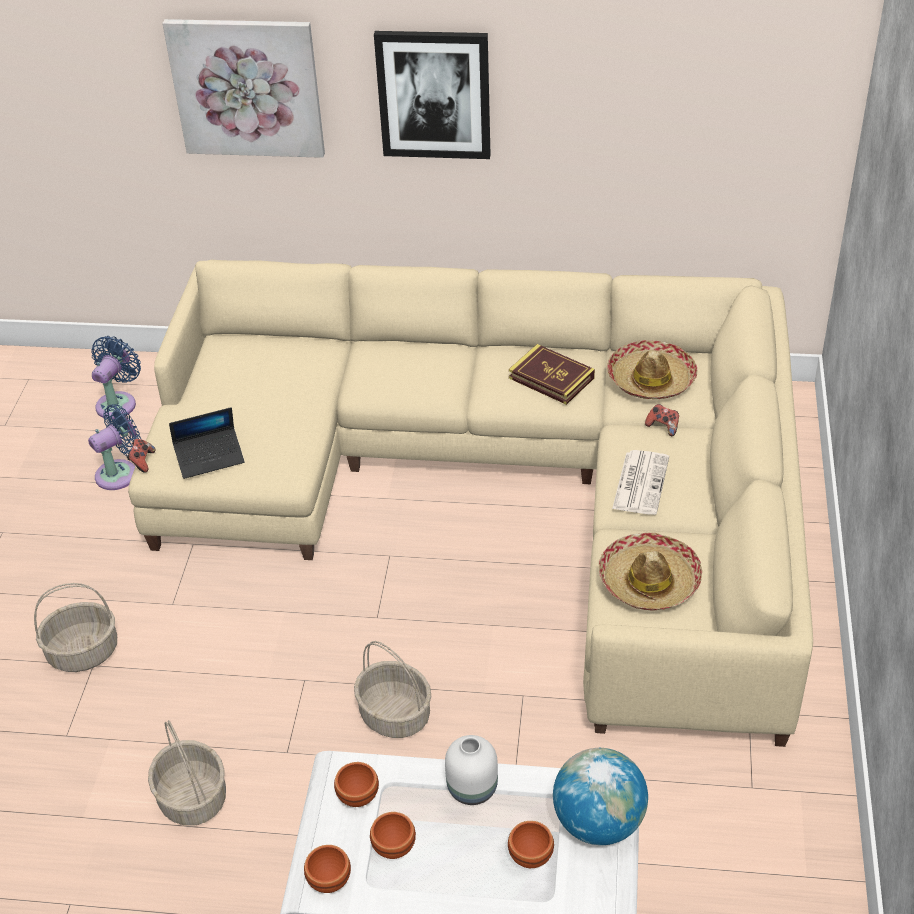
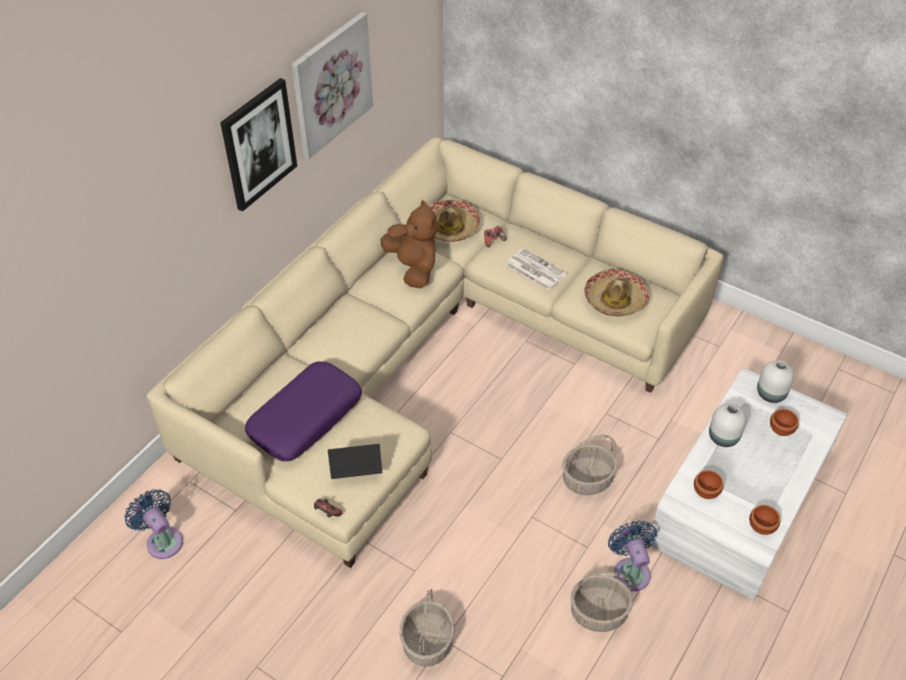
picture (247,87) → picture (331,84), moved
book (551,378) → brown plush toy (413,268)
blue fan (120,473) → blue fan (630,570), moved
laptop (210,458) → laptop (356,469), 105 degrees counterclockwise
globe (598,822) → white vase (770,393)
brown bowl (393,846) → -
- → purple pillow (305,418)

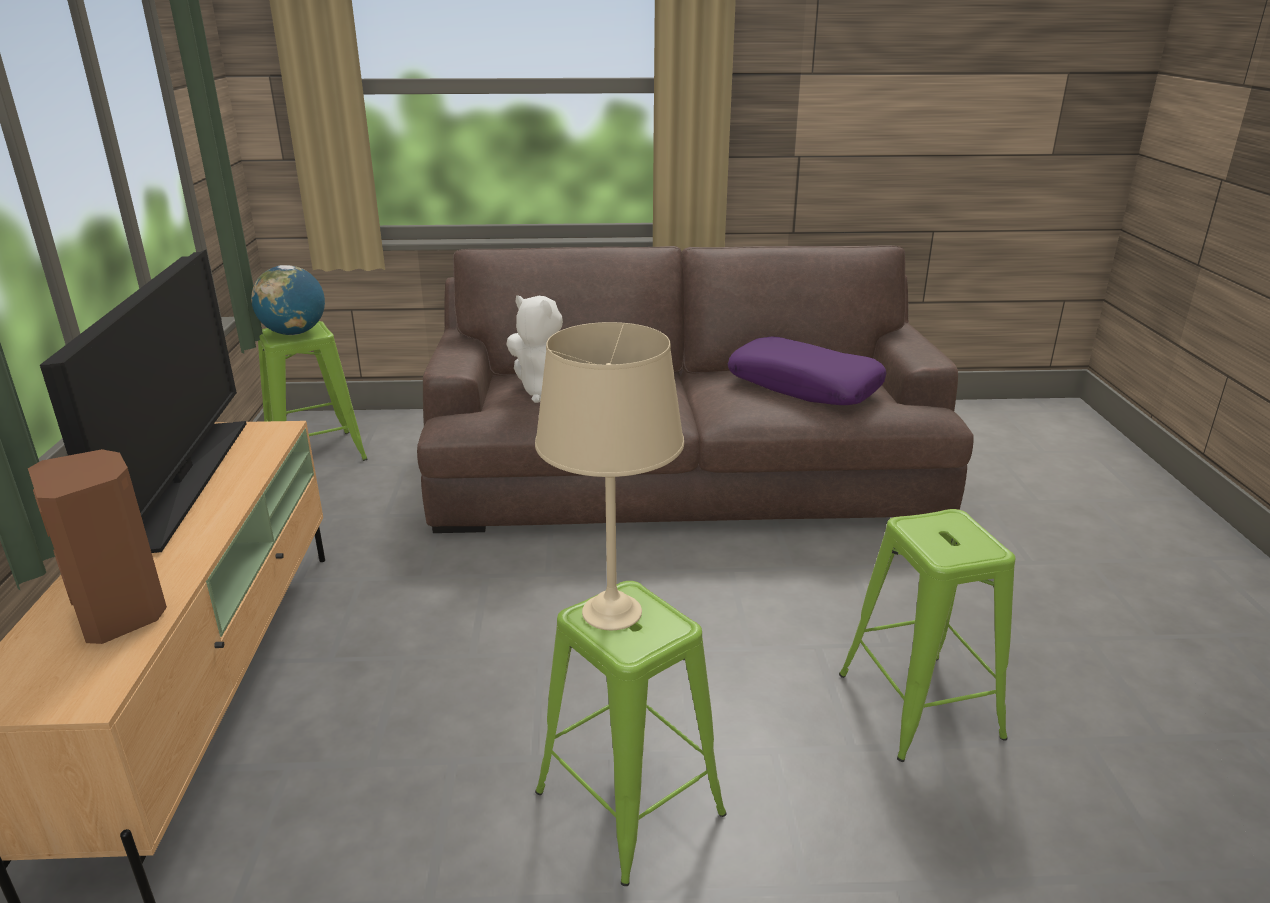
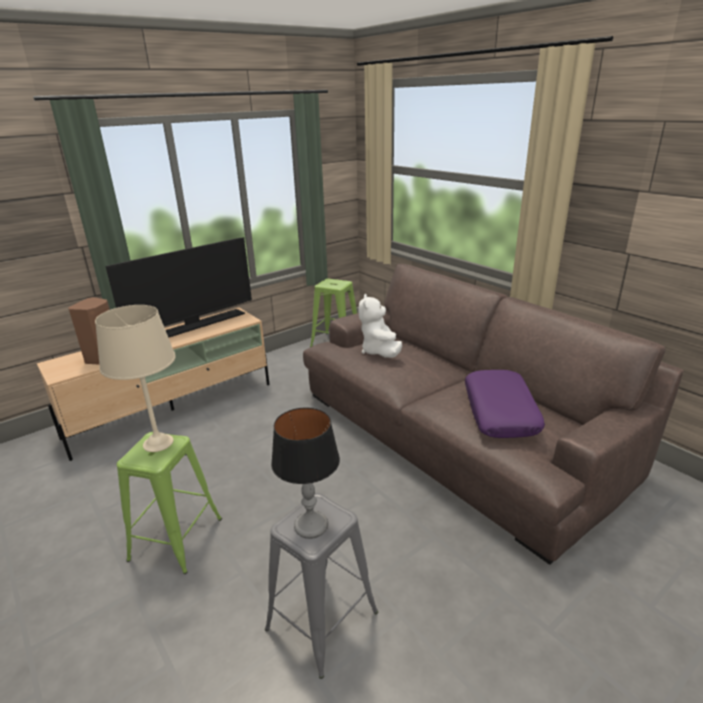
globe (294,333) → -
green stool (918,704) → grey stool (323,620)
- → table lamp (311,526)

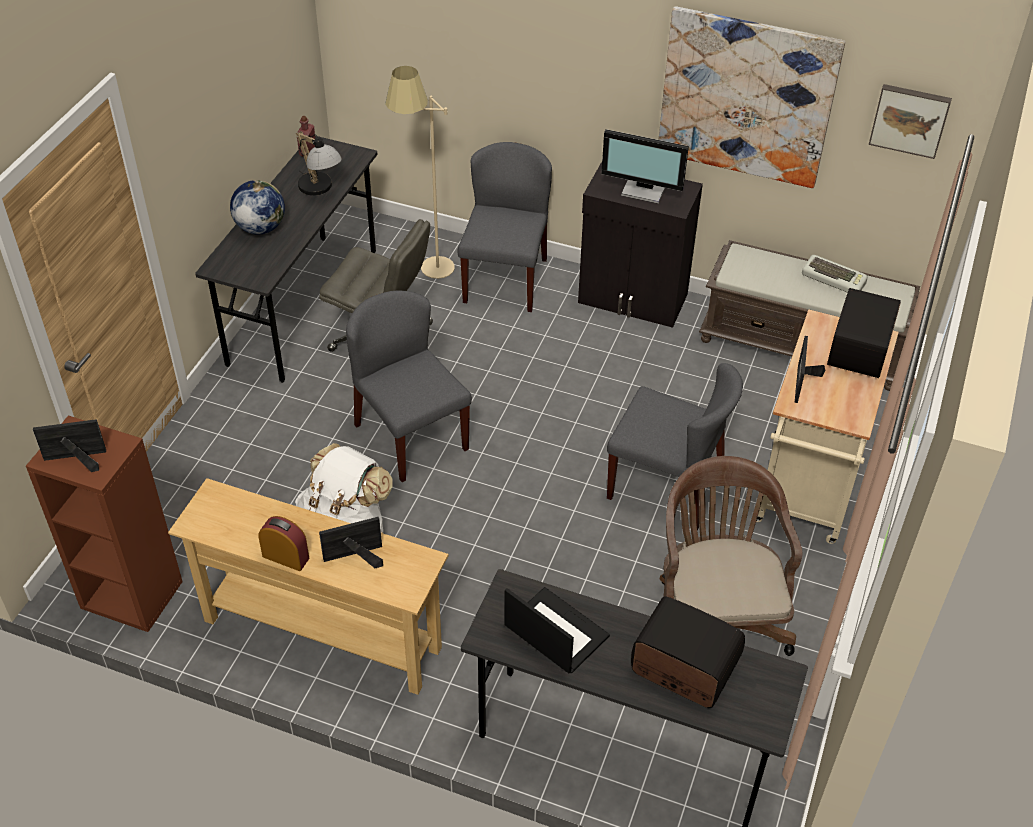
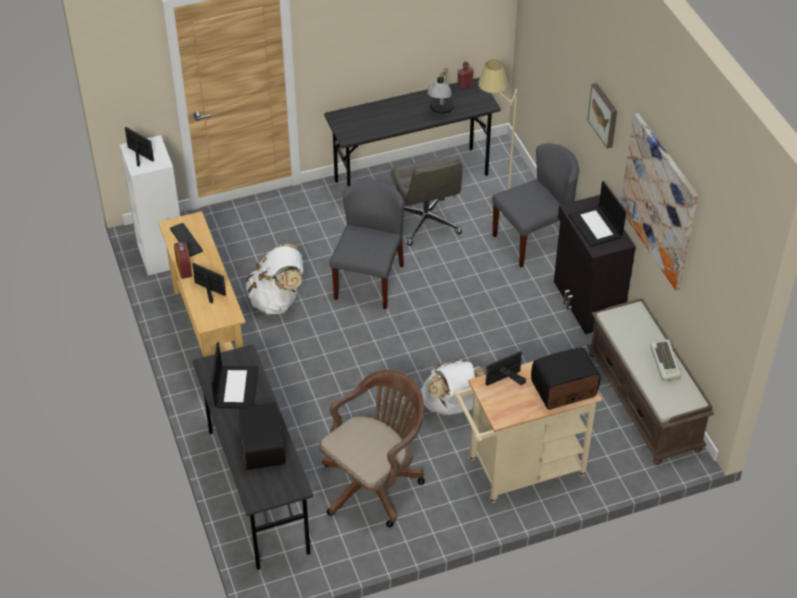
picture (910,119) → picture (604,115), moved
monitor (644,190) → laptop (596,226)
globe (260,228) → -
grey chair (666,486) → white backpack (453,406)
brown bookcase (130,595) → white bookcase (161,254)
- → keyboard (186,240)

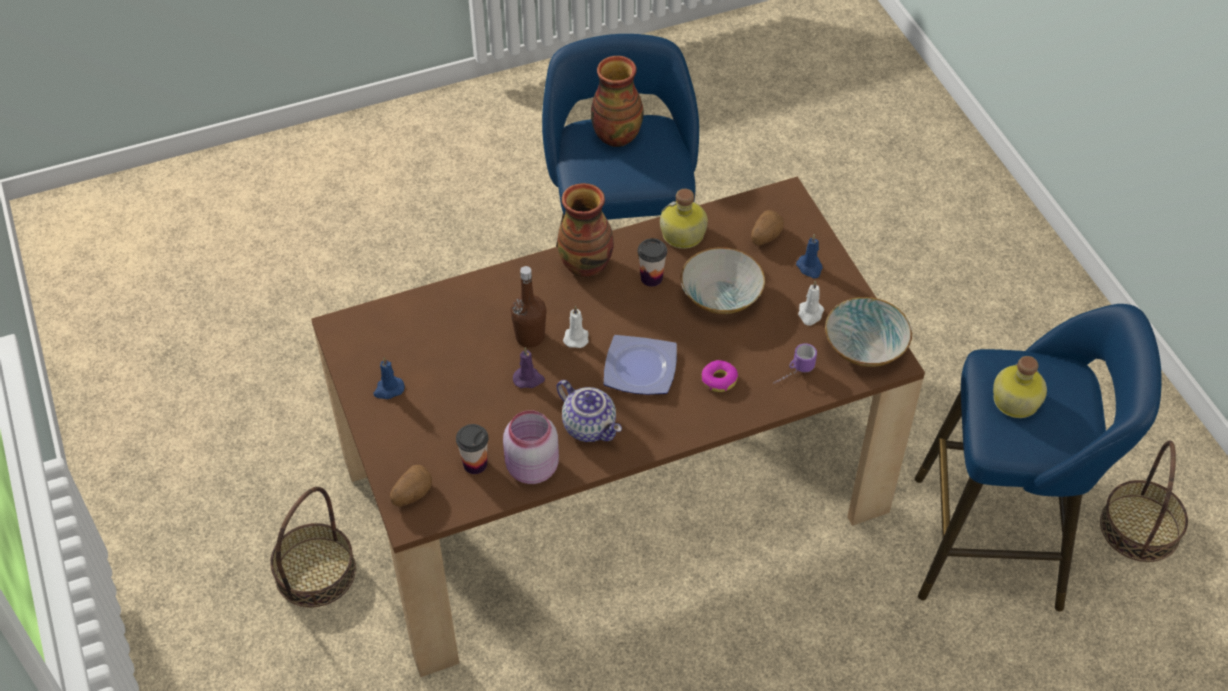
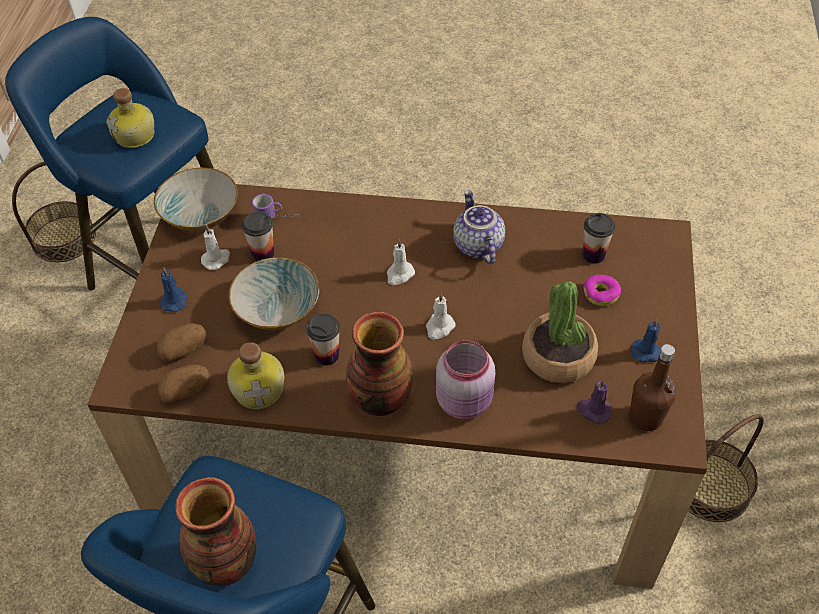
brown bottle (530,337) → brown bottle (645,417), moved
plate (641,368) → white candle (399,274)
purple candle (529,379) → purple candle (593,410), moved
donut (719,380) → donut (601,294), moved
pink jar (531,468) → pink jar (465,401), moved
potato (411,494) → potato (186,390), moved
- → cup (263,253)
- → potted plant (558,356)

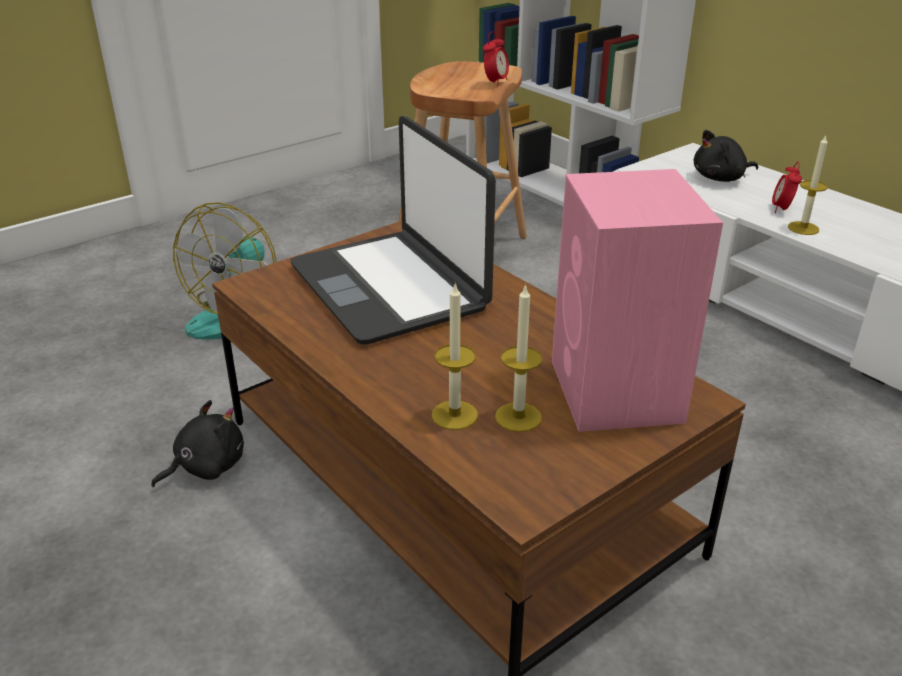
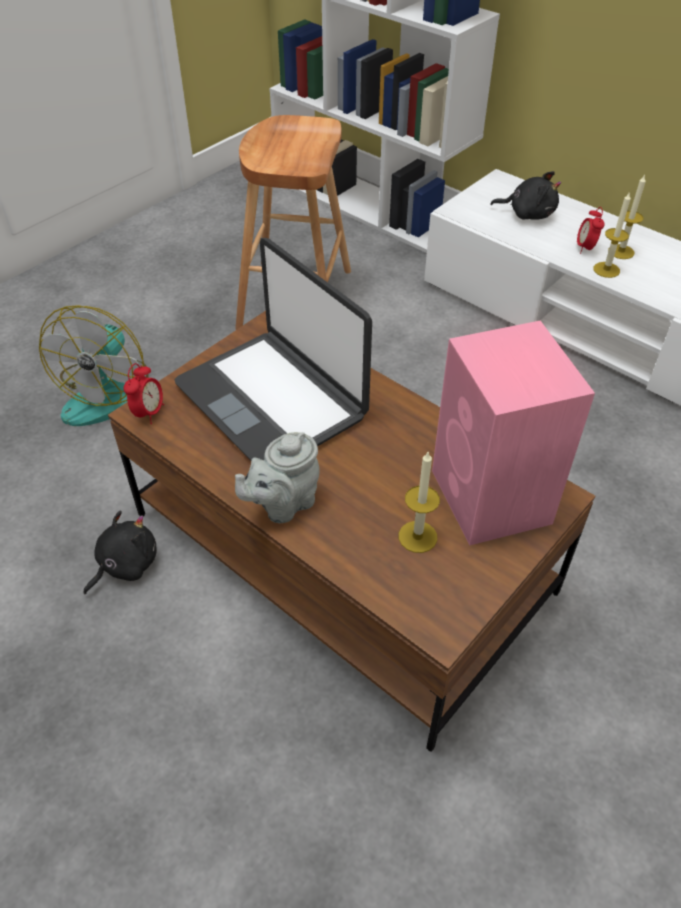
alarm clock (495,82) → alarm clock (149,413), moved
black plush toy (721,178) → black plush toy (528,214), 135 degrees counterclockwise
candle (454,415) → candle (621,251), moved
- → grey teapot (283,504)

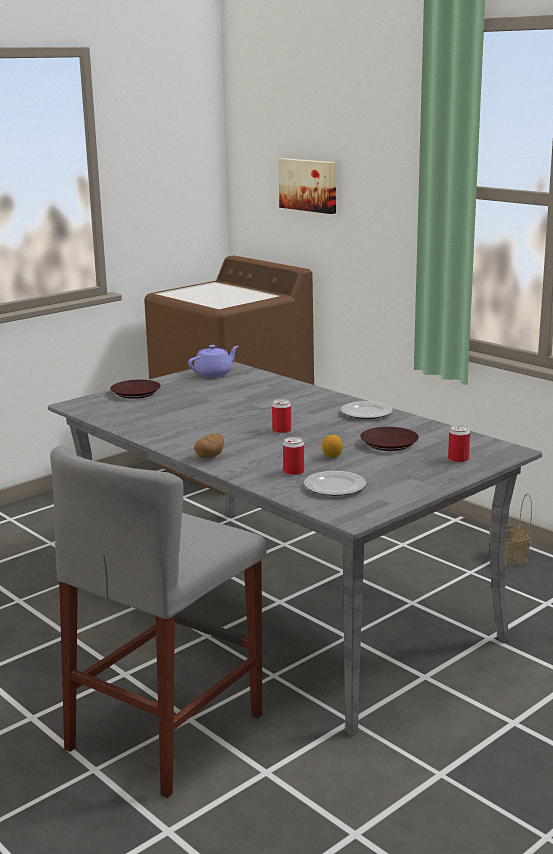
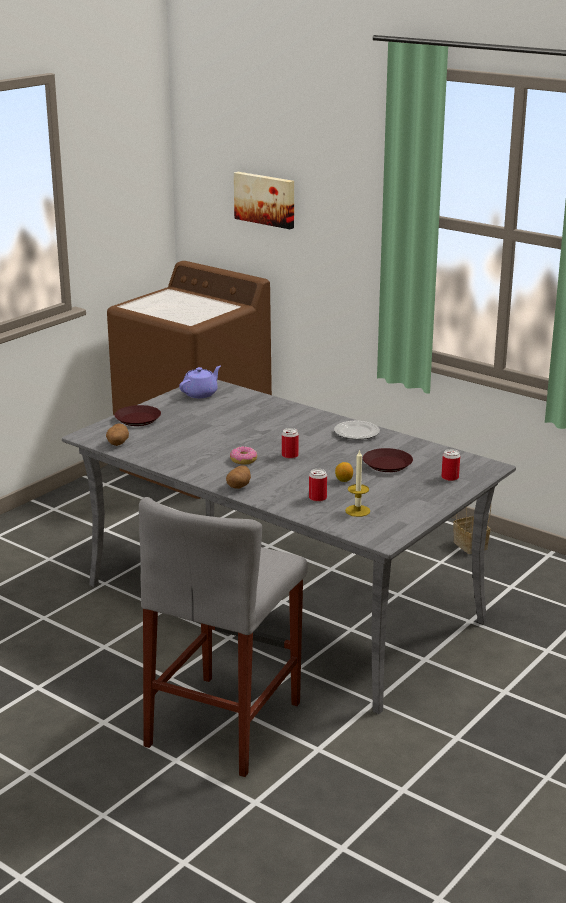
plate (335,487) → candle (357,511)
- → potato (117,443)
- → donut (243,460)

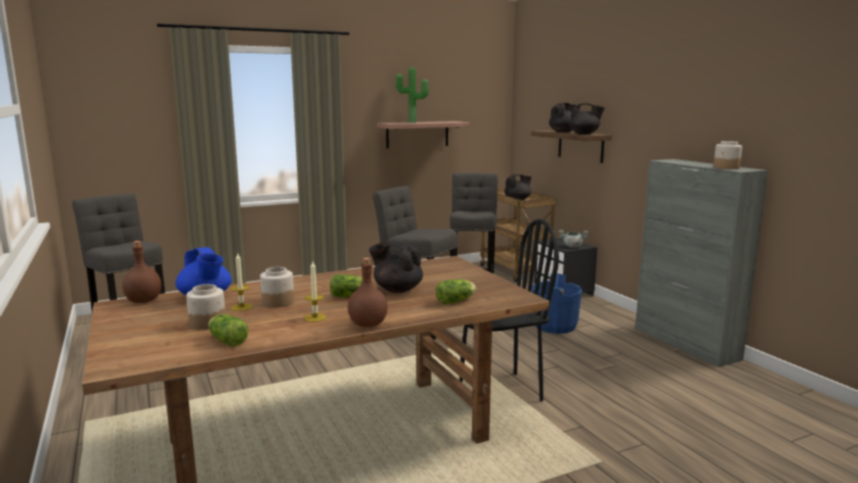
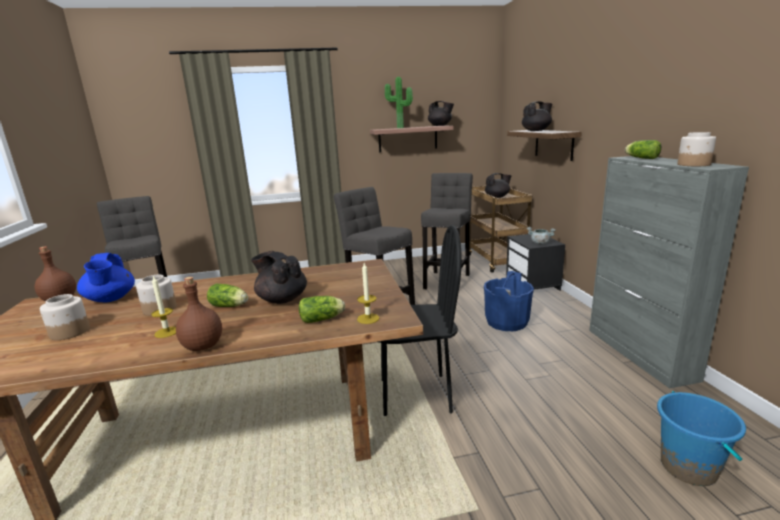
black teapot (584,134) → black teapot (440,125), moved
candle (241,307) → candle (368,318), moved
lettuce (227,341) → lettuce (640,158), moved
- → blue bucket (688,467)

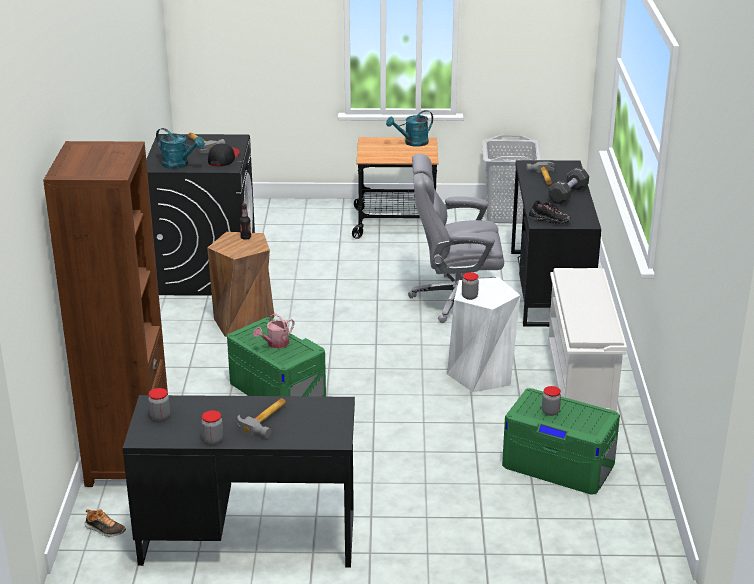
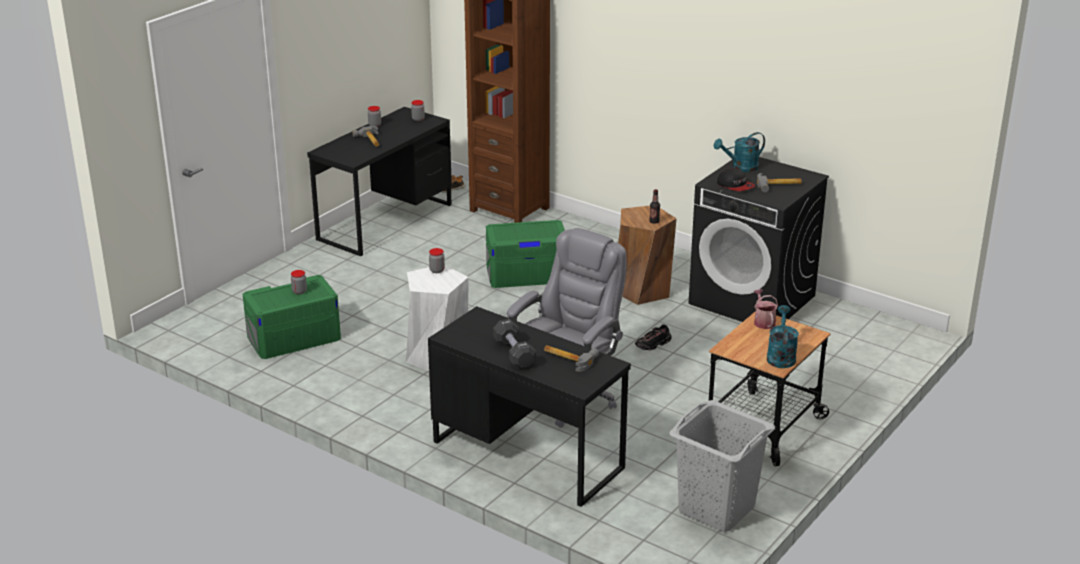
black shoe (549,220) → black shoe (653,345), moved
white shoe rack (581,383) → -
watering can (275,344) → watering can (763,321), moved

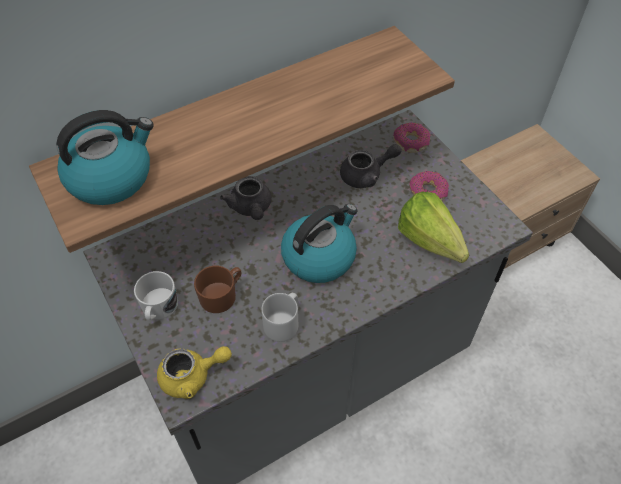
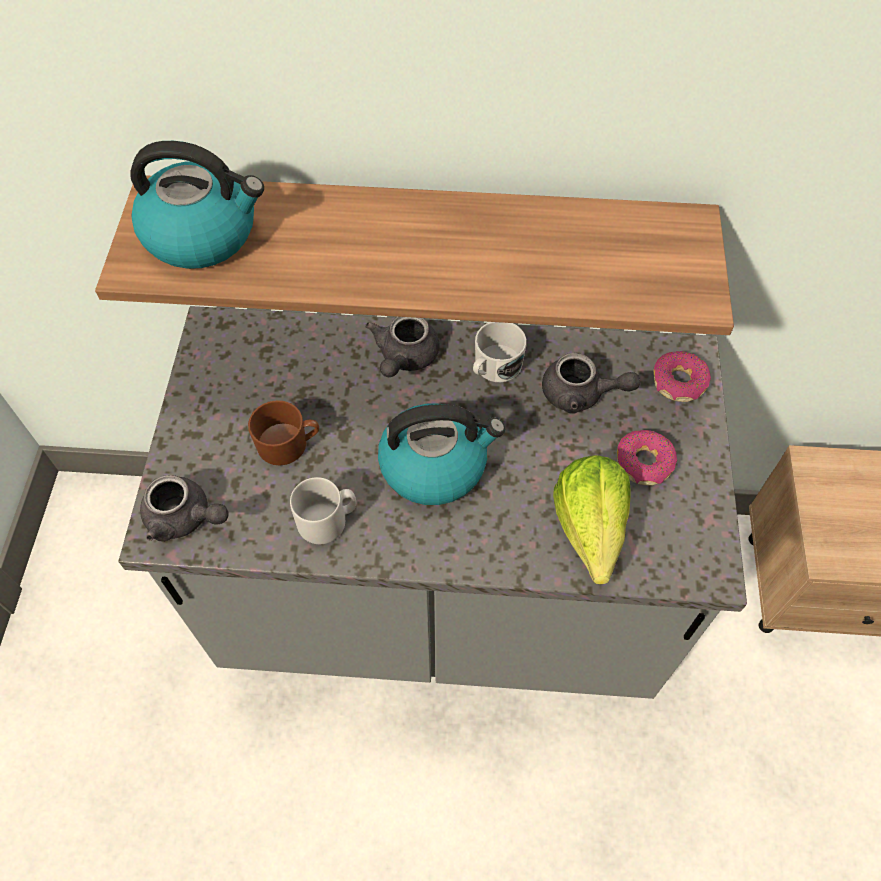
white mug (158,308) → white mug (494,368), moved
yellow teapot (192,376) → grey teapot (185,518)

